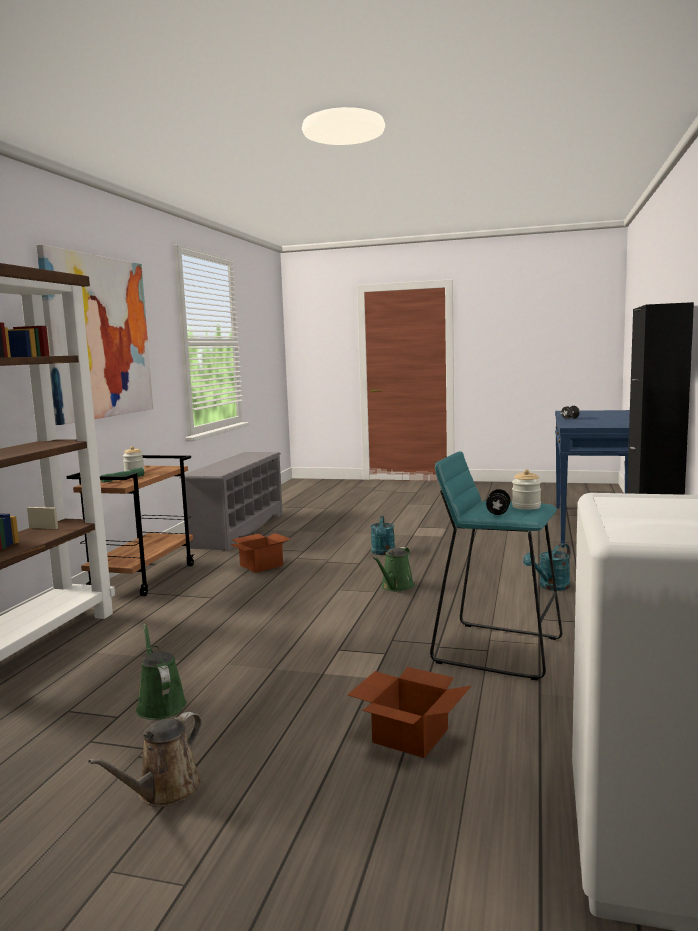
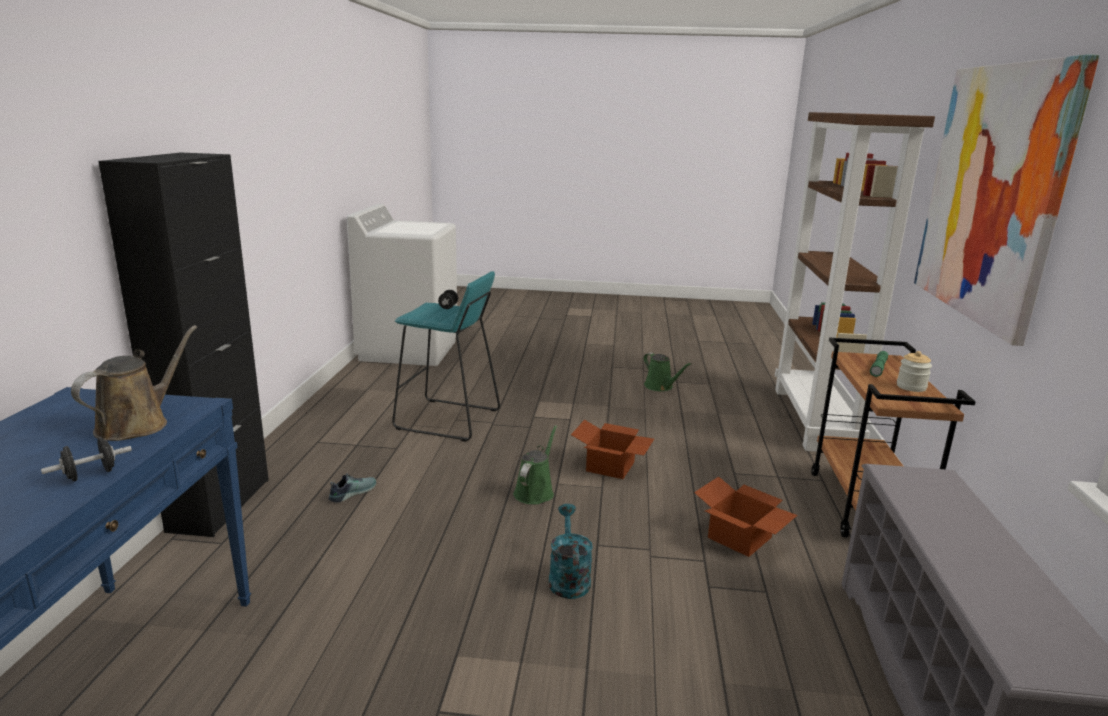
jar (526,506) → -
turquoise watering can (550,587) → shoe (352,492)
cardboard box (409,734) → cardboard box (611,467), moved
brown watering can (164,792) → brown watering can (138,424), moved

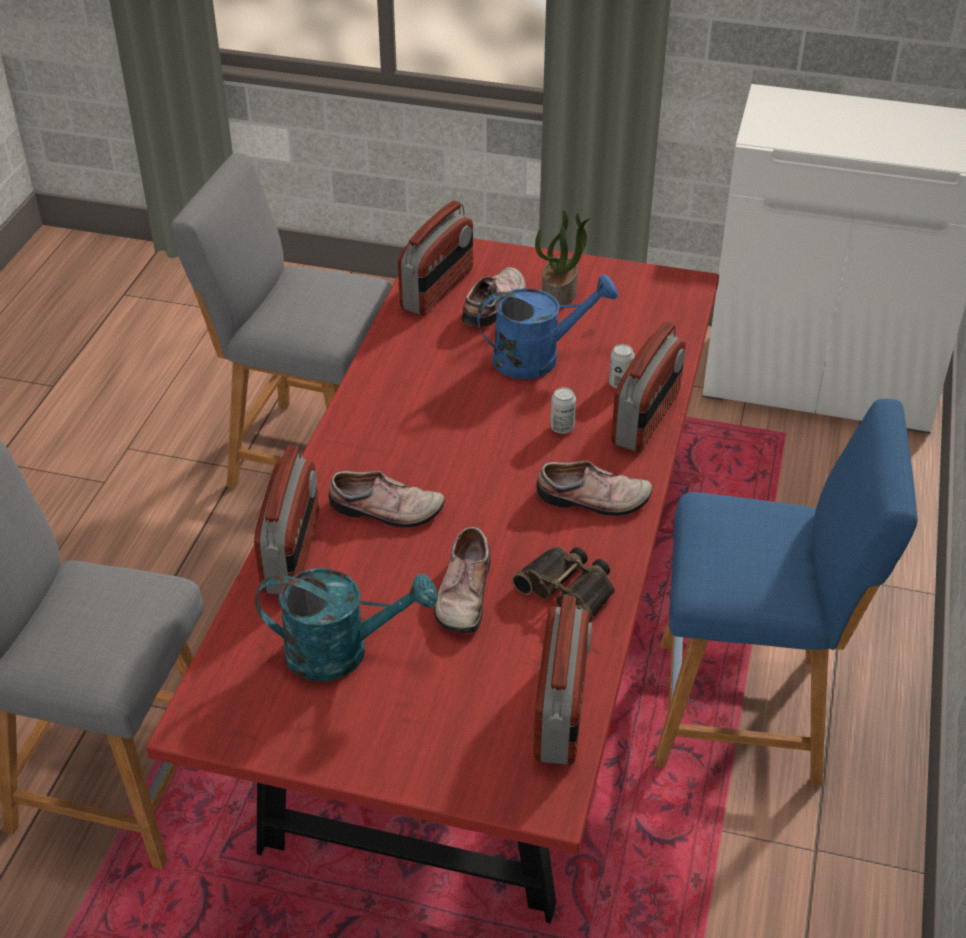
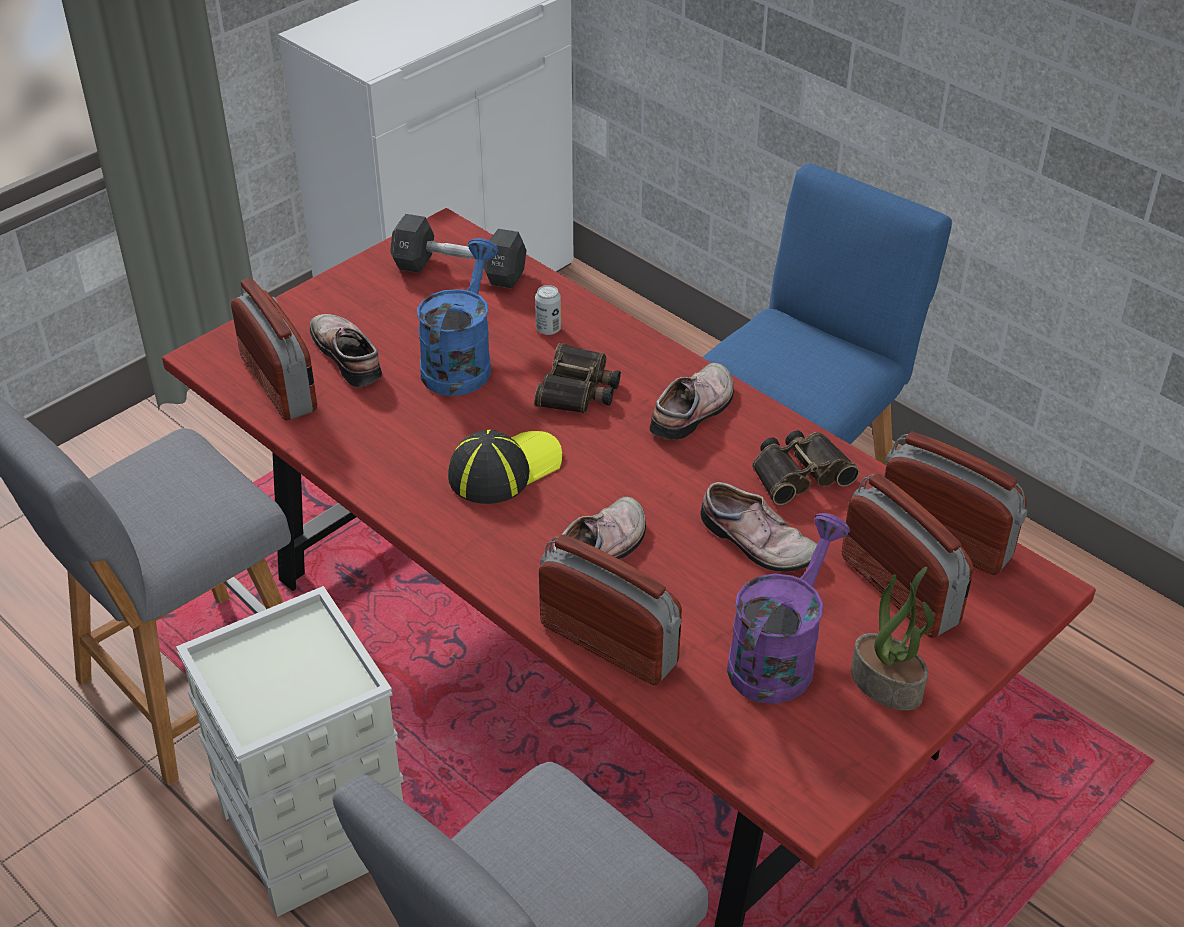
potted plant (560,294) → potted plant (888,684), moved
radio (647,418) → radio (900,590), moved
can (562,428) → binoculars (579,389)
turquoise watering can (342,651) → purple watering can (778,655)
- → black dumbbell (459,271)
- → cap (504,469)
- → grey storage box (317,832)

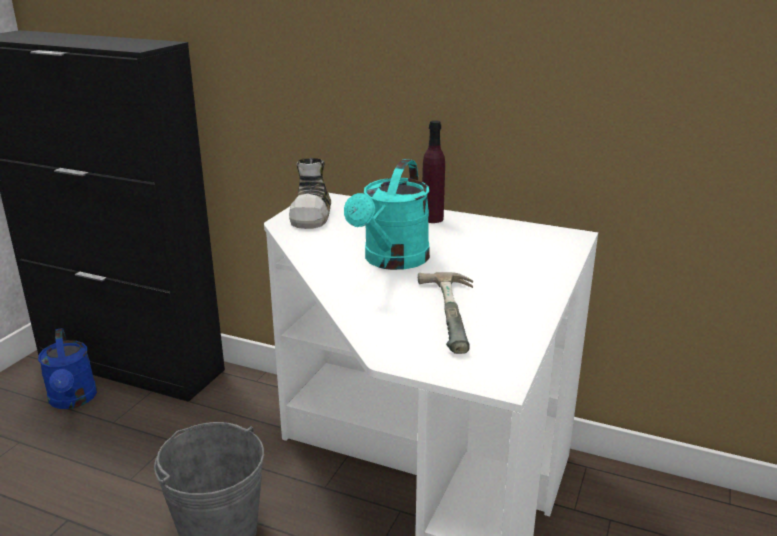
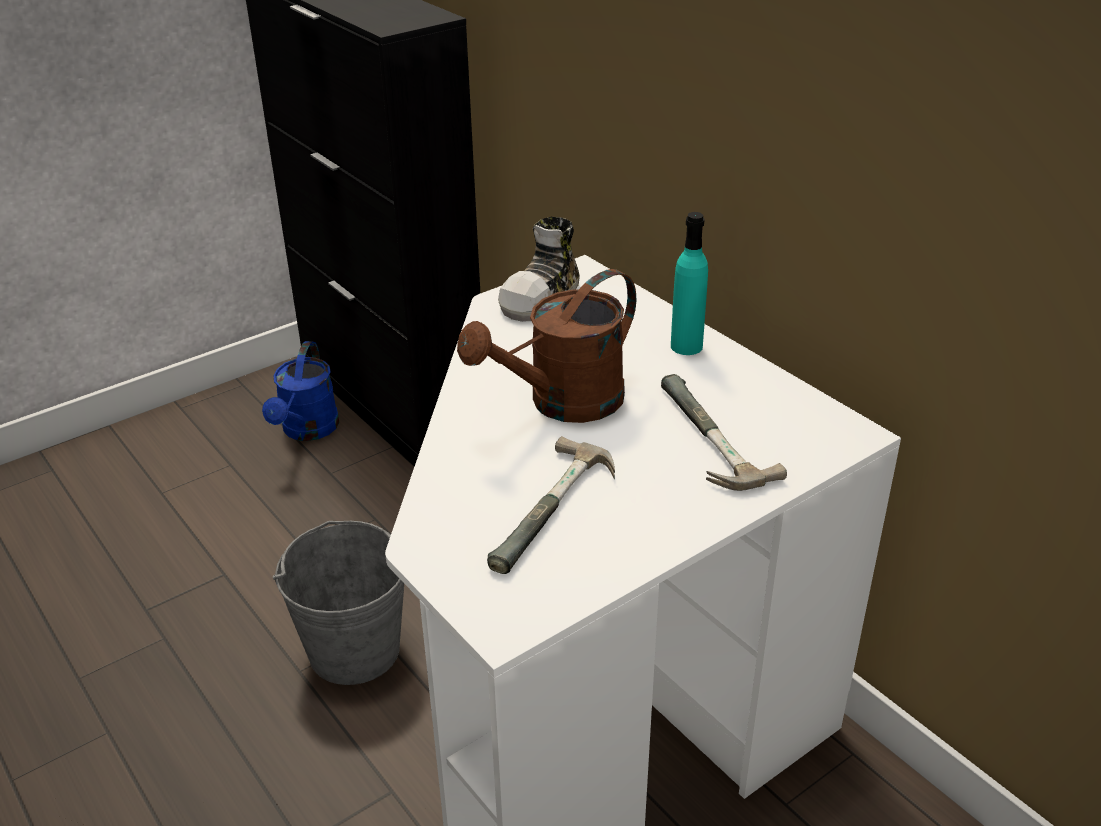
purple bottle (432,219) → turquoise bottle (686,346)
turquoise watering can (392,261) → brown watering can (563,404)
- → hammer (701,438)

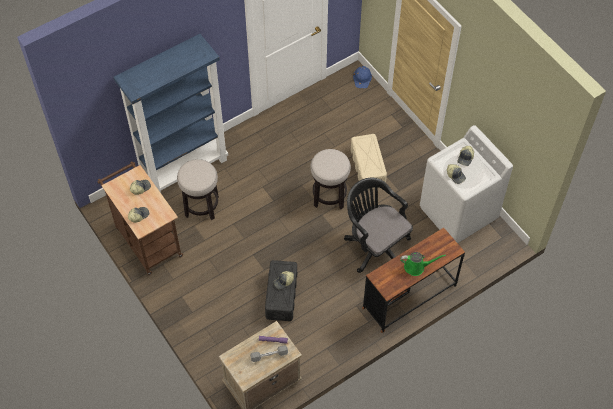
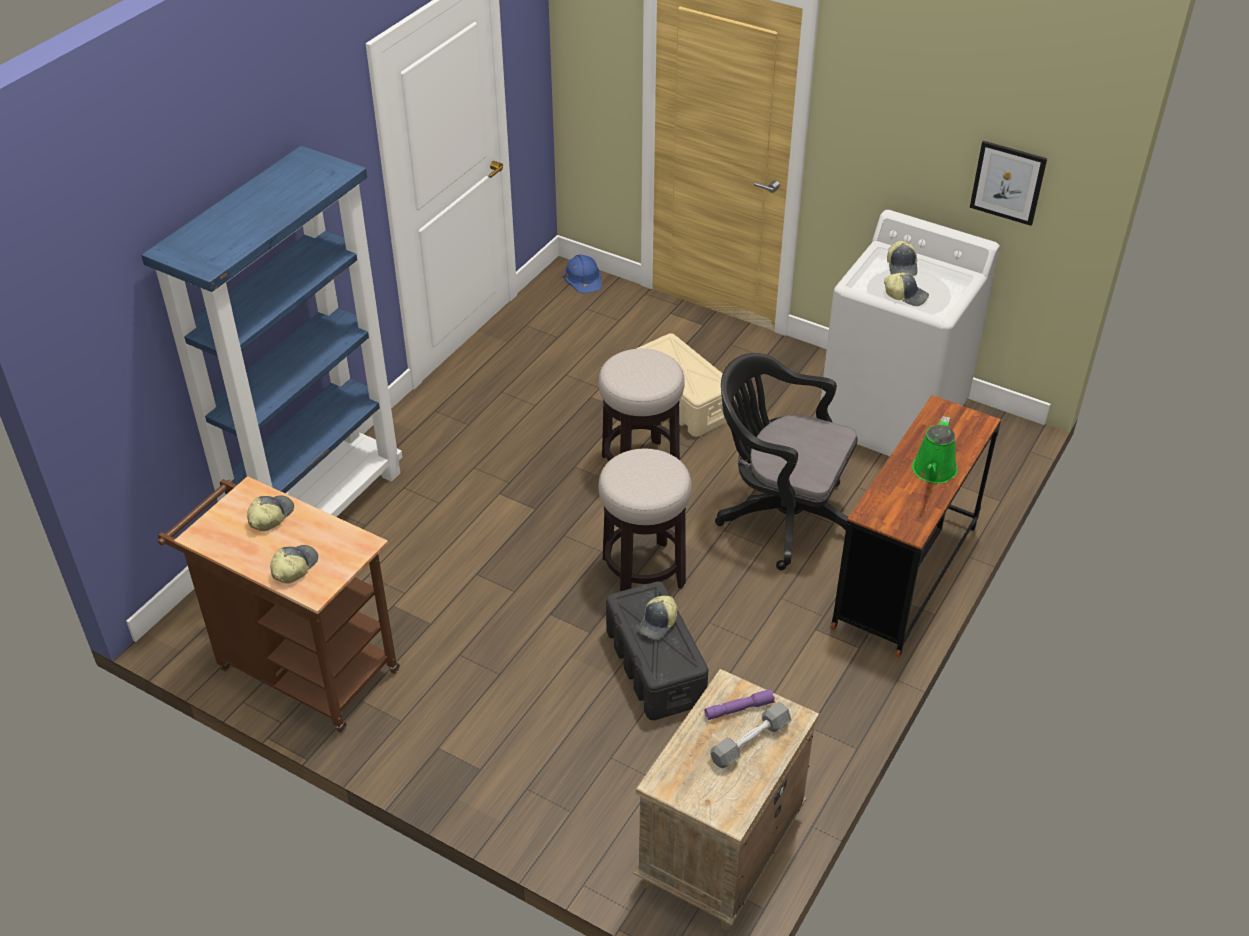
stool (201,206) → stool (643,571), moved
green watering can (416,267) → green watering can (933,472), 135 degrees clockwise
- → picture (1008,182)

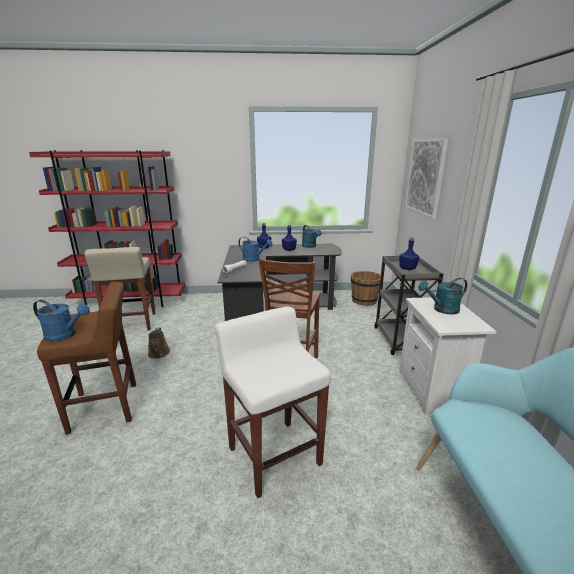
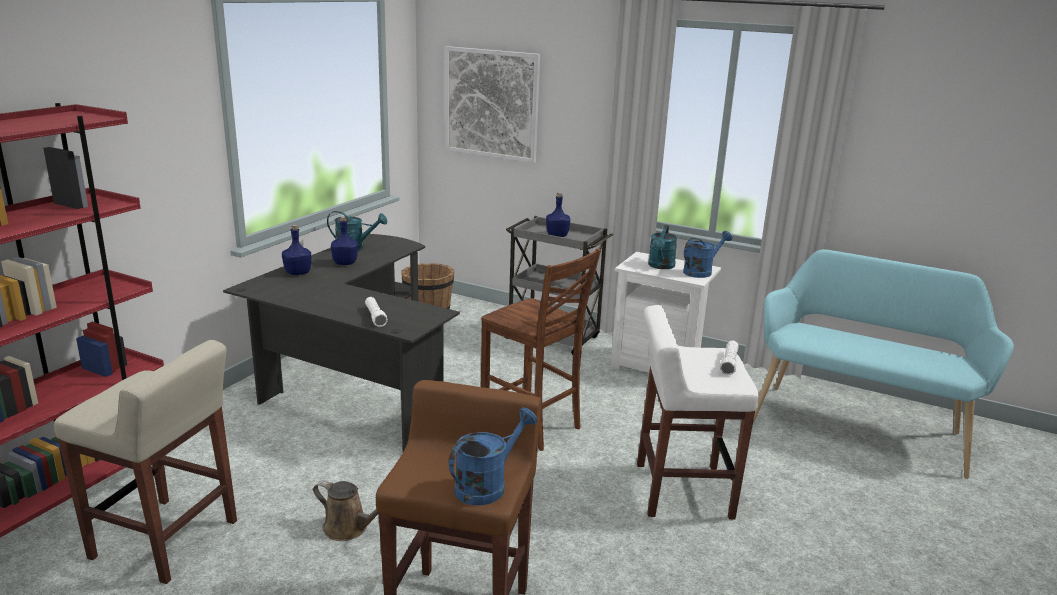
blue watering can (254,259) → blue watering can (701,271), moved
- → white flashlight (729,363)

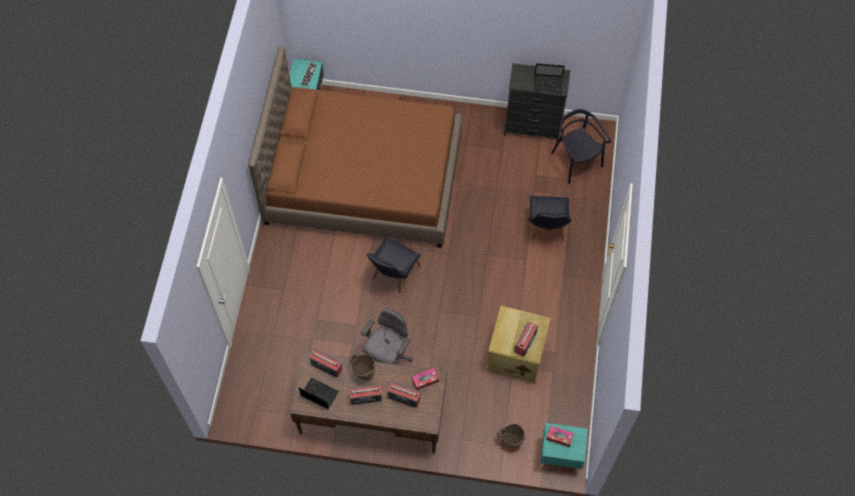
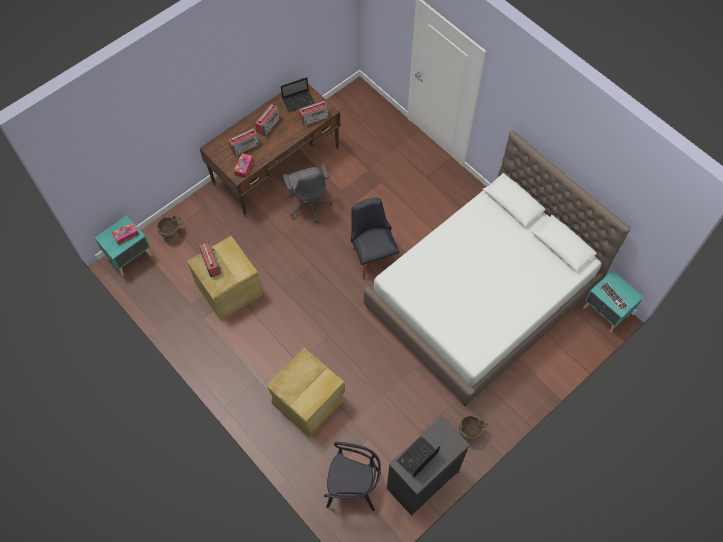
brown bed (363,178) → white bed (482,297)
black chair (546,229) → beige storage box (309,401)
beige vase (362,372) → beige vase (470,433), moved

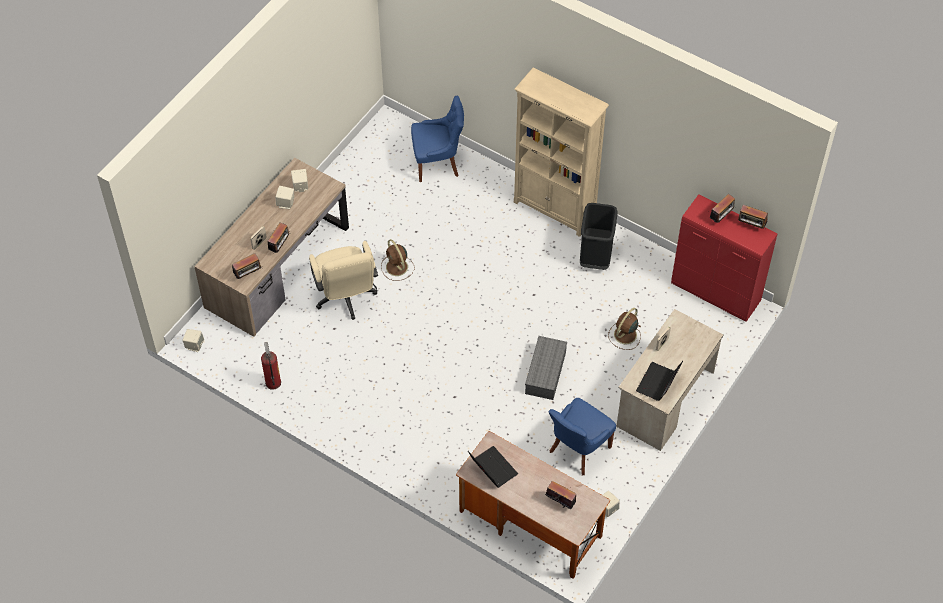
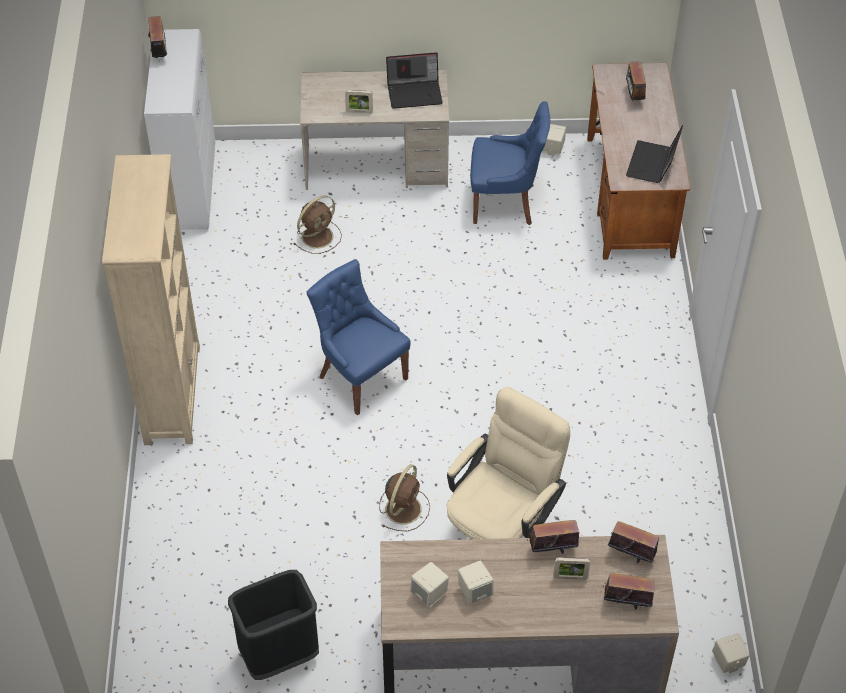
blue chair (438,163) → blue chair (360,377), moved
red cabinet (716,293) → white cabinet (190,188)
radio (721,217) → radio (626,602), moved
black trash can (595,257) → black trash can (279,656), moved
brown fan (624,335) → brown fan (318,236), 45 degrees counterclockwise
grey storage box (546,374) → -
fire extinguisher (273,382) → -

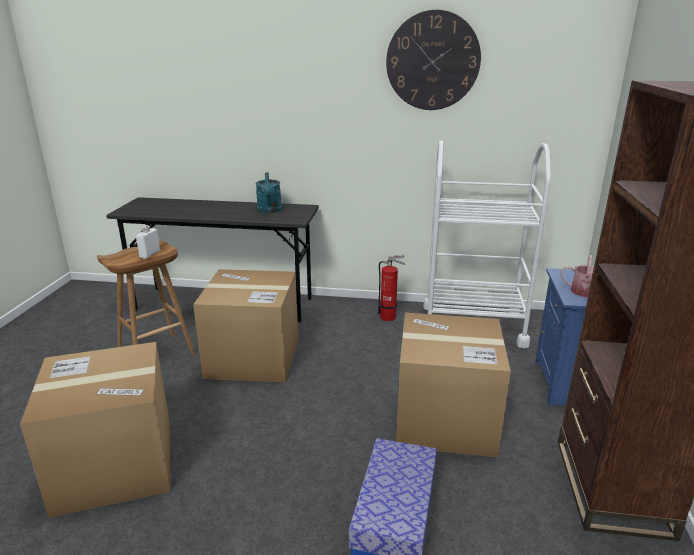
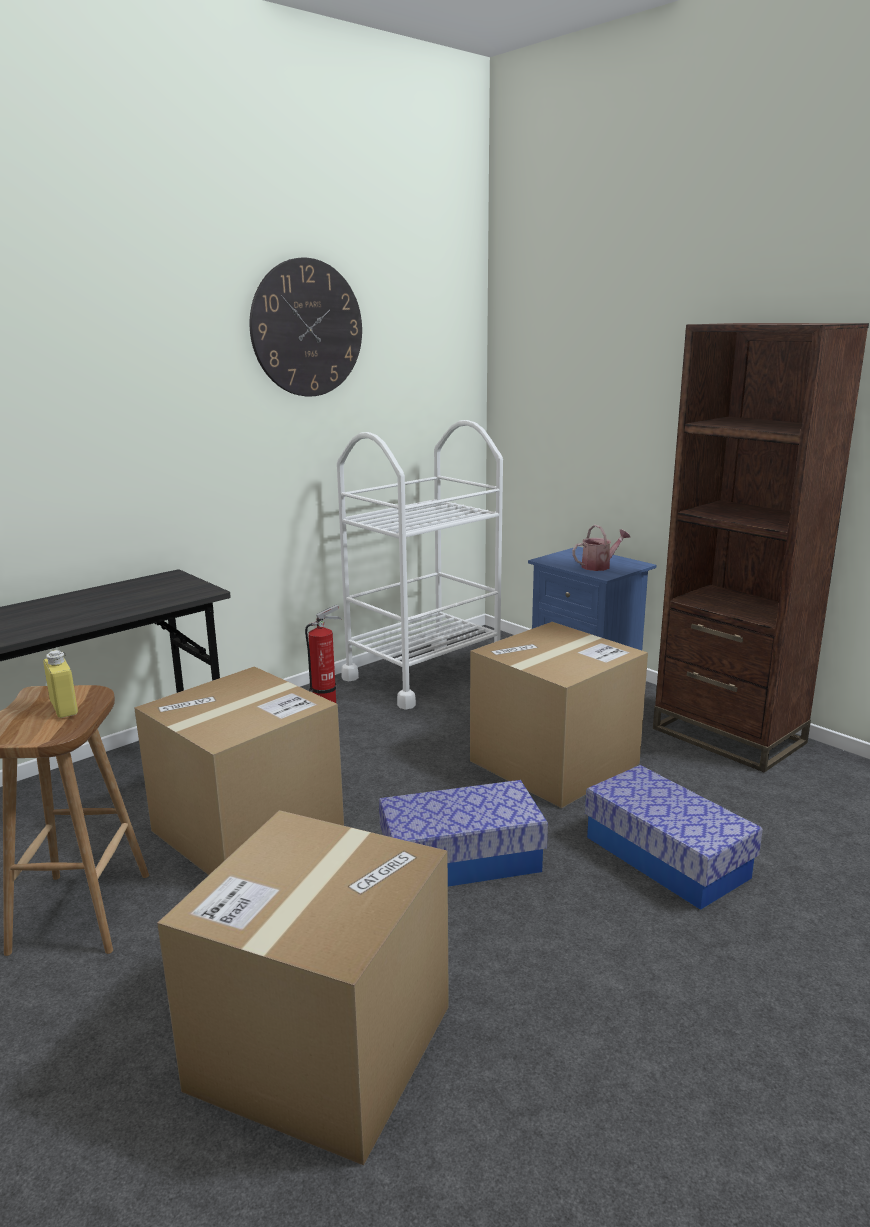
turquoise watering can (270,211) → -
white bottle (149,254) → yellow bottle (64,708)
- → storage box (461,859)

